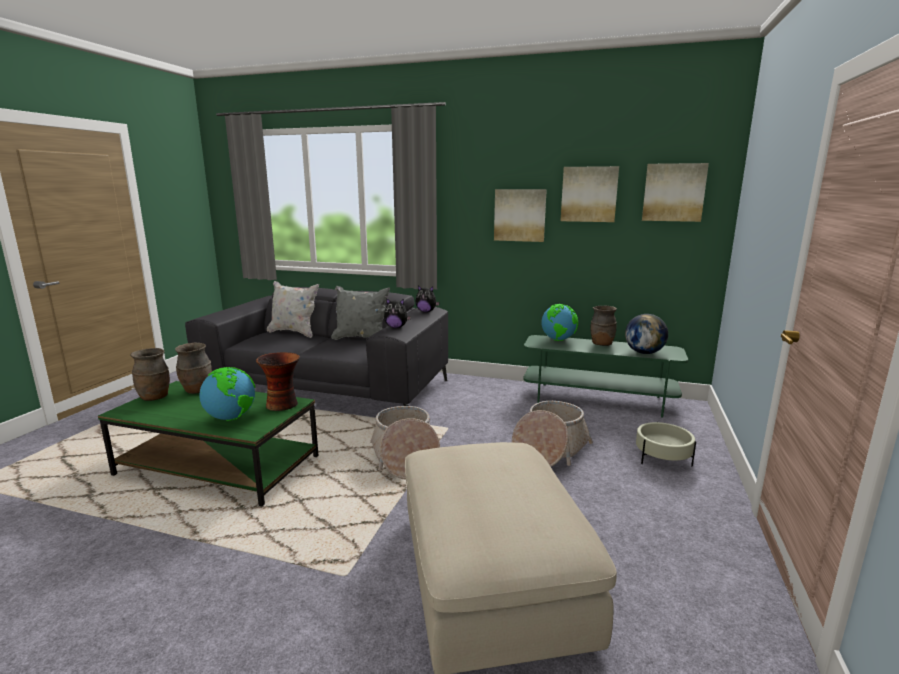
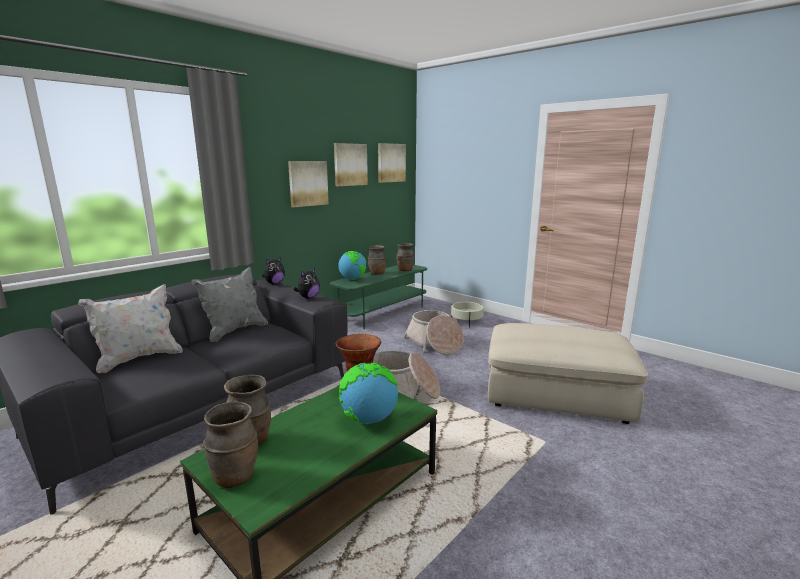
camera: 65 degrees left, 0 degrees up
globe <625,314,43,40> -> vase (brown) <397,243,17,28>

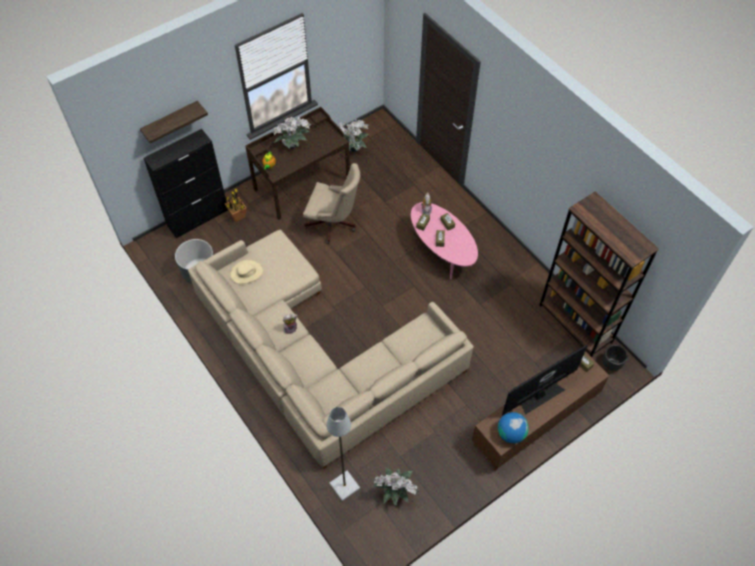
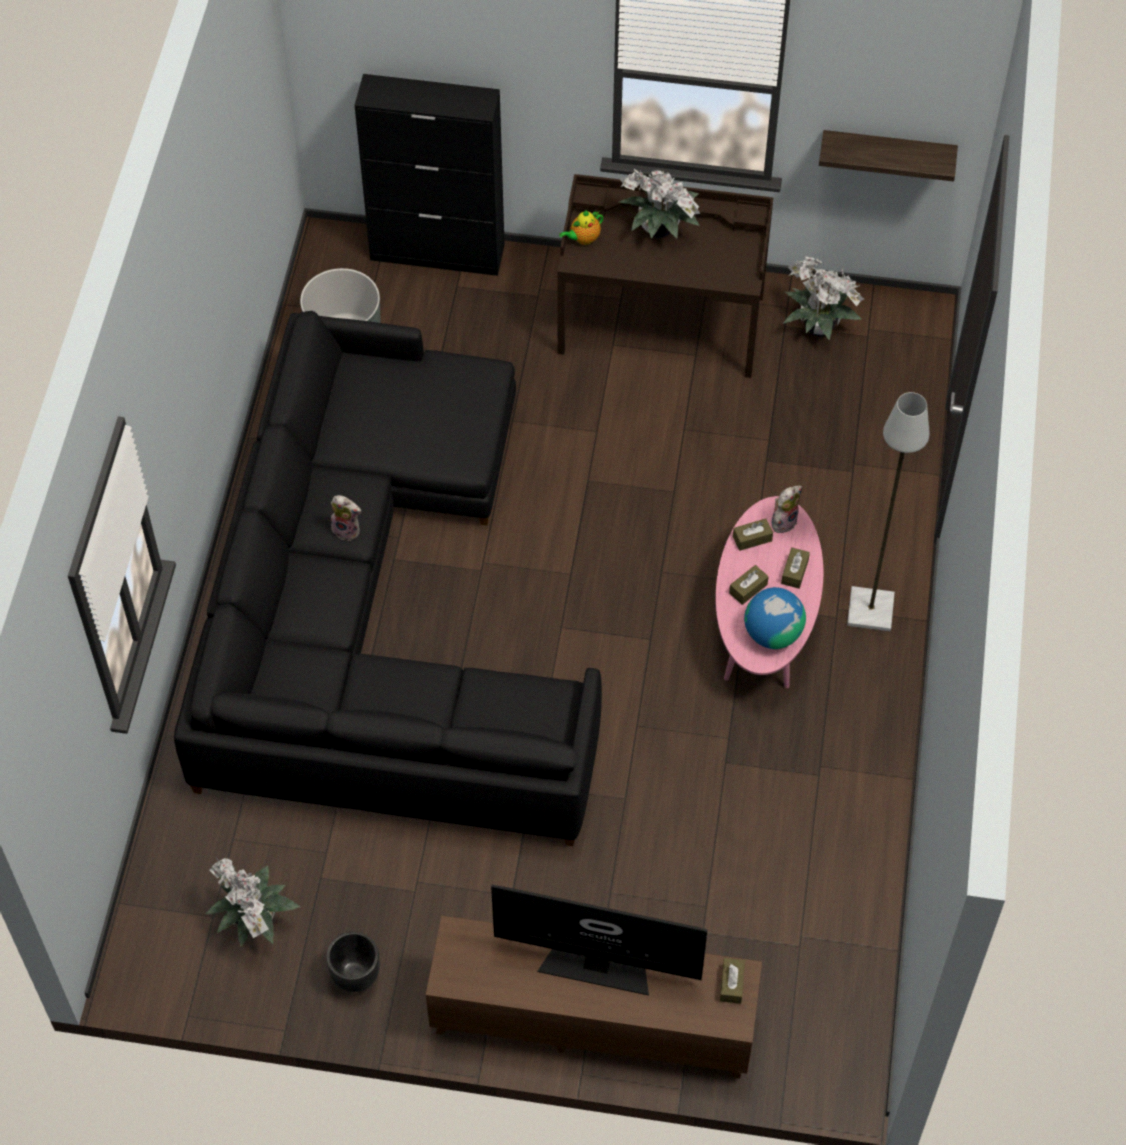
camera: 45 degrees right, 0 degrees up
potted plant <225,188,22,34> -> none
hat (beige) <230,260,33,24> -> none
office chair (beige) <303,163,57,81> -> none
bookcase (brown) <539,192,120,165> -> none
shelf <140,101,68,42> -> shelf <819,130,139,51>, shifted
floor lamp (grey) <327,407,33,94> -> floor lamp (grey) <847,392,82,239>, shifted
globe <498,412,31,31> -> globe <744,587,62,62>, shifted
planter (black) <603,345,25,26> -> planter (black) <326,932,54,60>, shifted
sofa (beige) <188,229,286,240> -> sofa (black) <174,311,428,535>

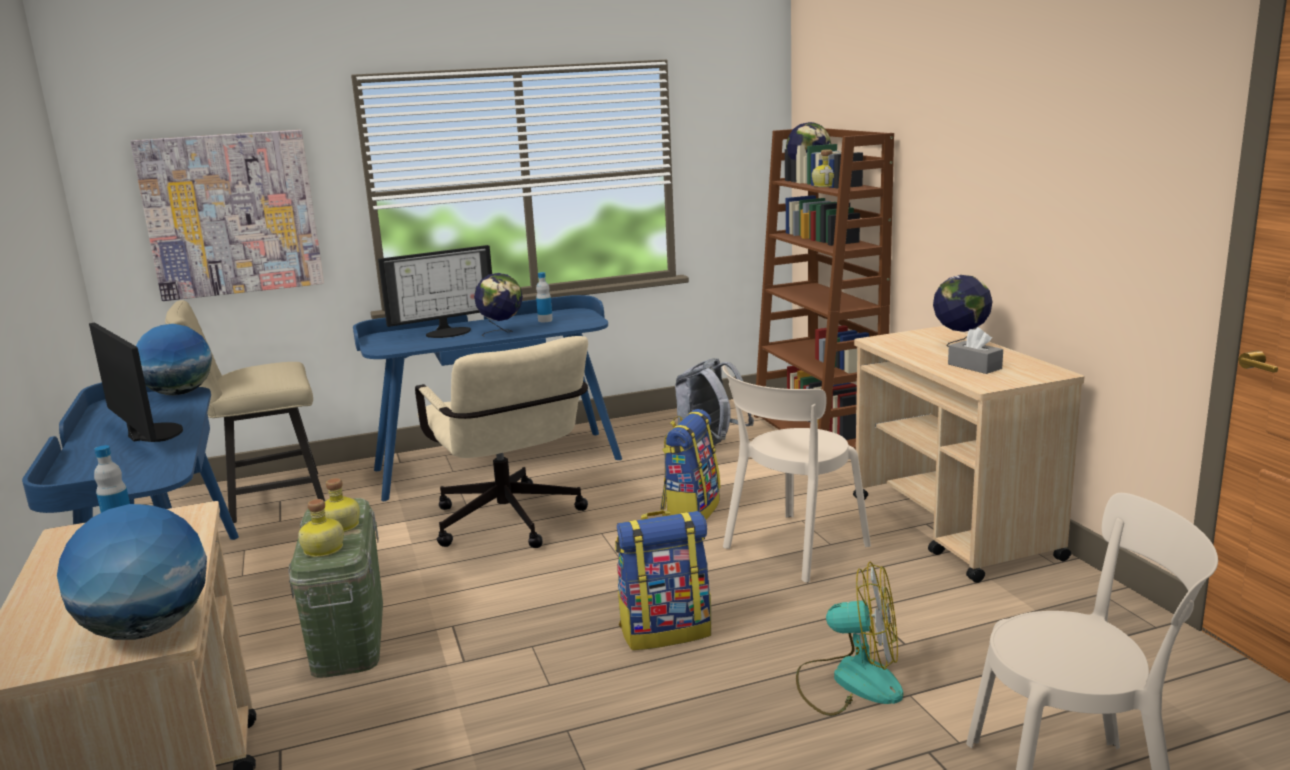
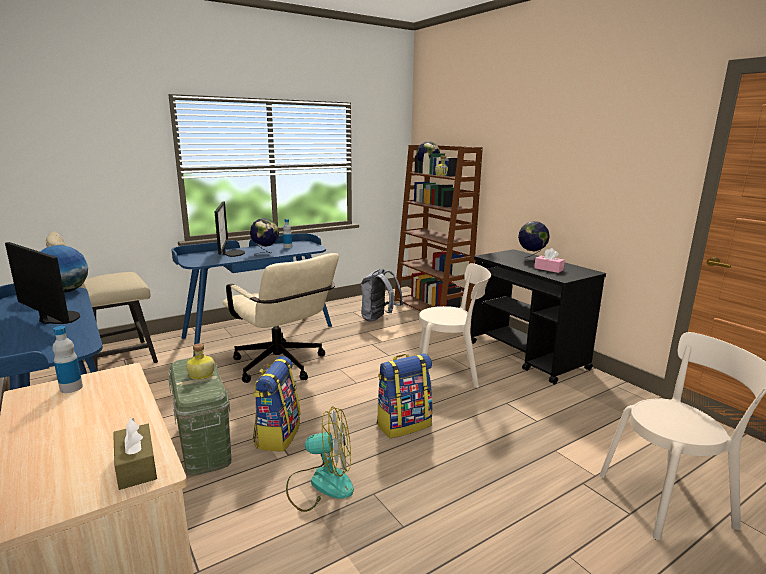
camera: 15 degrees left, 0 degrees up
picture <130,130,194,171> -> none
bottle <298,499,46,58> -> none
backpack <660,409,60,111> -> backpack <253,356,48,96>, shifted
fan <796,561,107,155> -> fan <286,407,68,105>, shifted
globe <57,504,150,136> -> tissue box (brown) <113,418,44,72>
cart (beige) <853,326,232,257> -> cart (black) <470,249,136,135>
tissue box (grey) <948,327,55,47> -> tissue box (pink) <534,248,31,25>
monitor <378,245,114,93> -> monitor <215,201,30,56>, 60 degrees counterclockwise
chair (beige) <722,366,149,217> -> chair (beige) <418,263,73,125>, 120 degrees counterclockwise

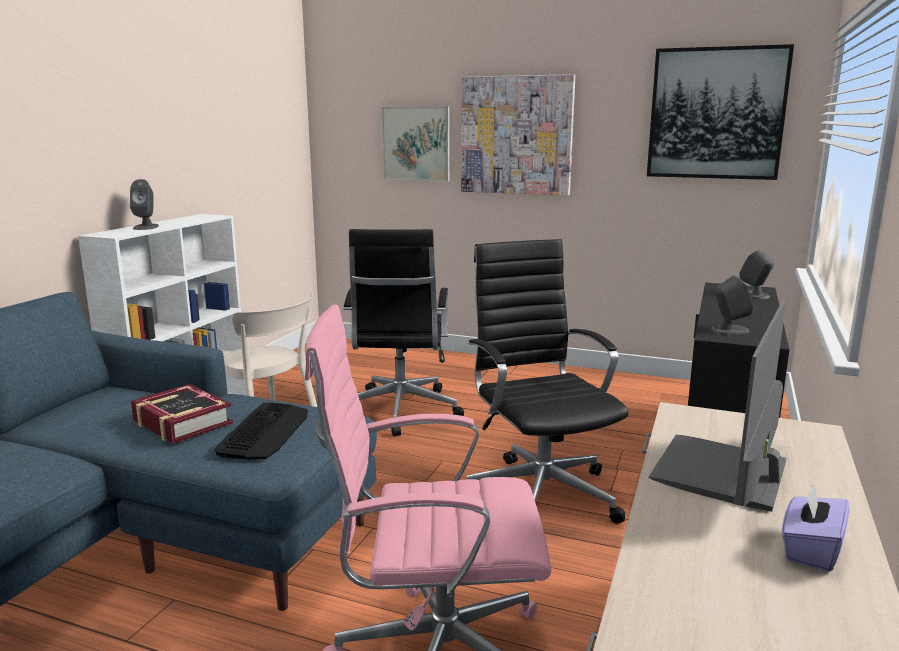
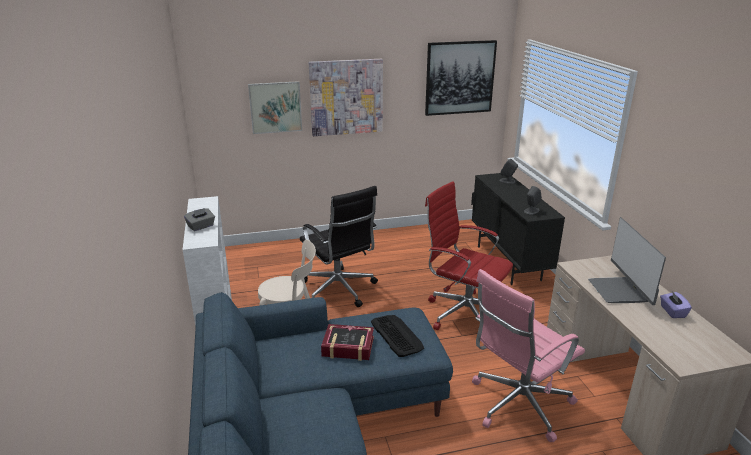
camera: 35 degrees left, 10 degrees up
speaker (grey) <130,179,29,51> -> tissue box (grey) <184,208,31,23>
office chair (black) <466,239,162,285> -> office chair (red) <425,181,88,149>

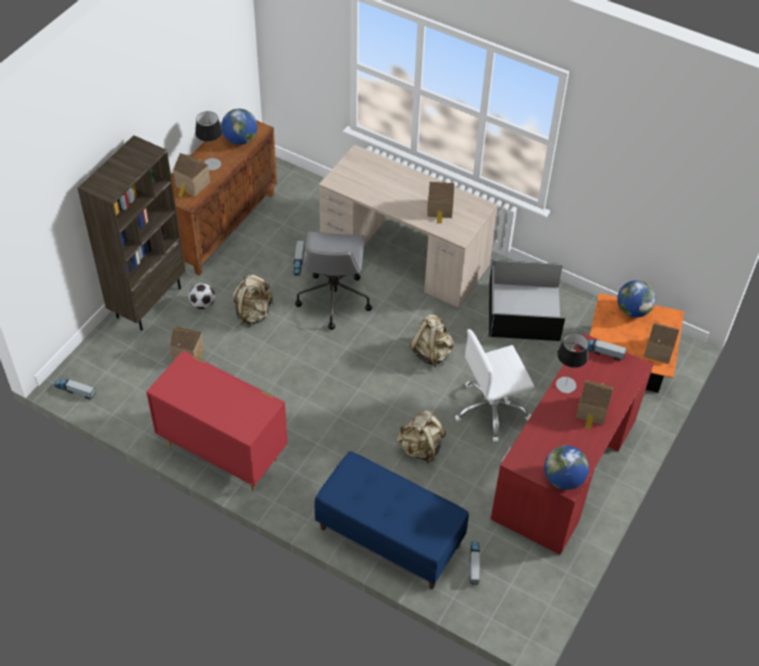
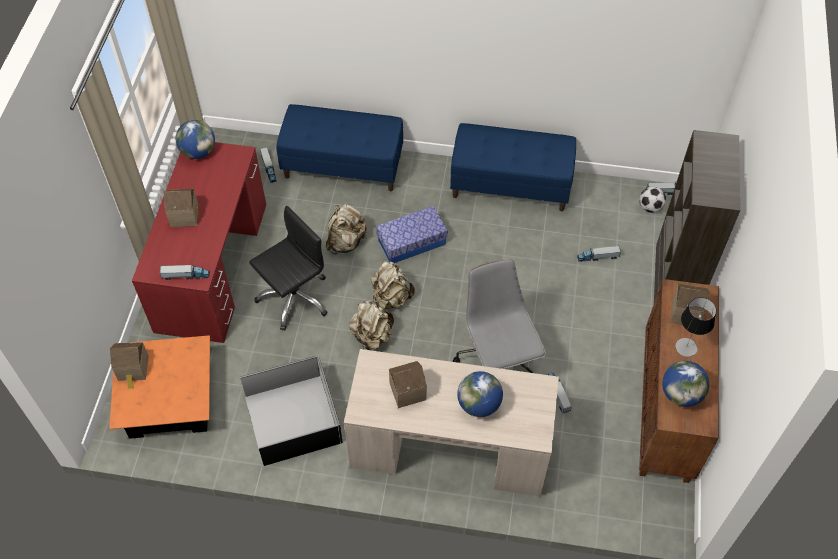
camera: 160 degrees right, 5 degrees up
table lamp <556,333,33,60> -> none
none -> storage box <376,206,72,57>
football <189,283,26,26> -> football <639,187,27,26>, shifted
backpack (beige) <232,275,41,52> -> backpack (beige) <371,261,44,48>, shifted
globe <617,280,39,38> -> globe <457,371,46,46>, shifted
dresser (red) <146,350,142,141> -> bench (blue) <450,123,126,88>
toy house <170,327,34,34> -> toy truck <577,246,44,16>
office chair (white) <455,329,80,113> -> office chair (black) <249,206,79,124>

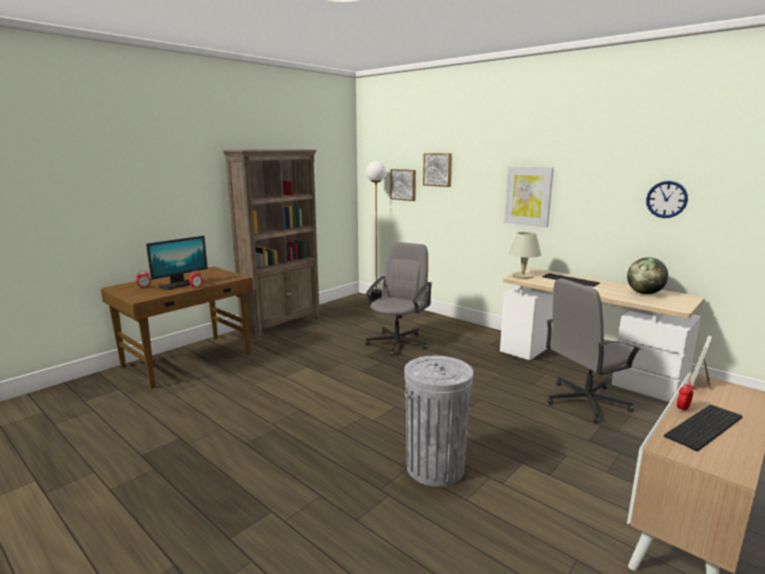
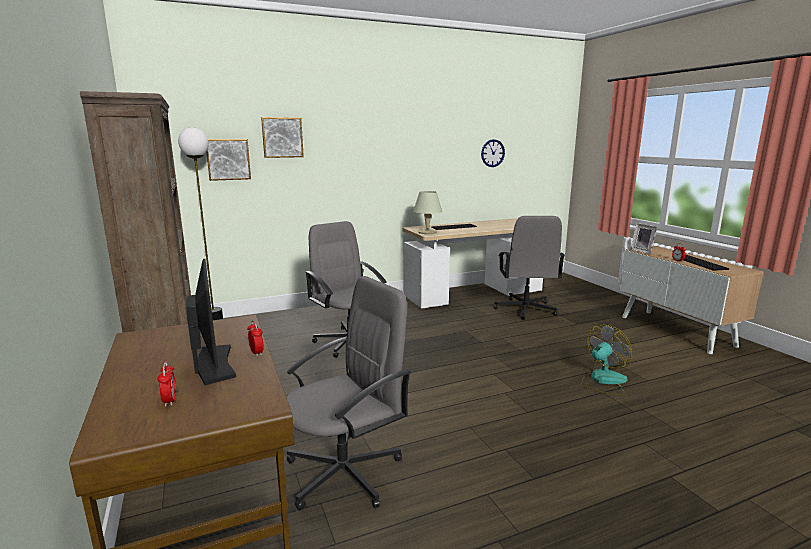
camera: 65 degrees left, 0 degrees up
picture <504,166,50,61> -> none
globe <627,257,41,37> -> none
none -> office chair (grey) <286,276,125,234>
trash can (grey) <404,356,69,131> -> fan <581,325,51,70>

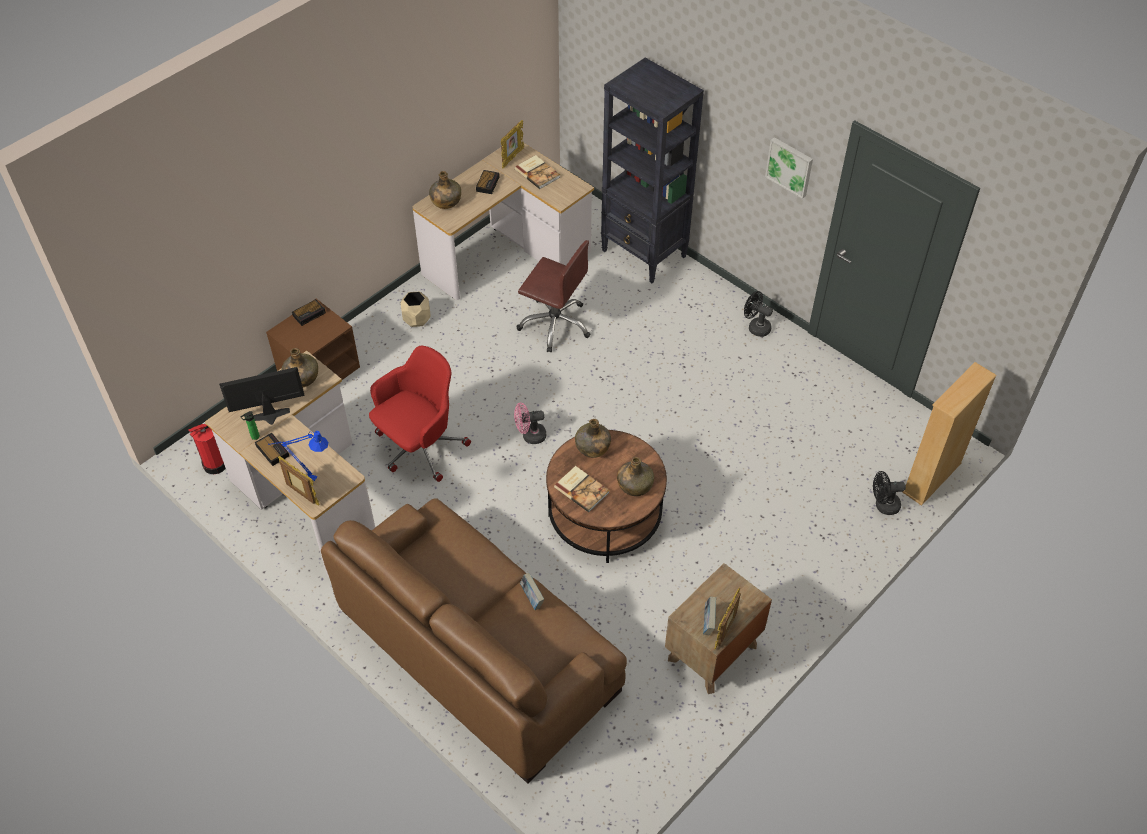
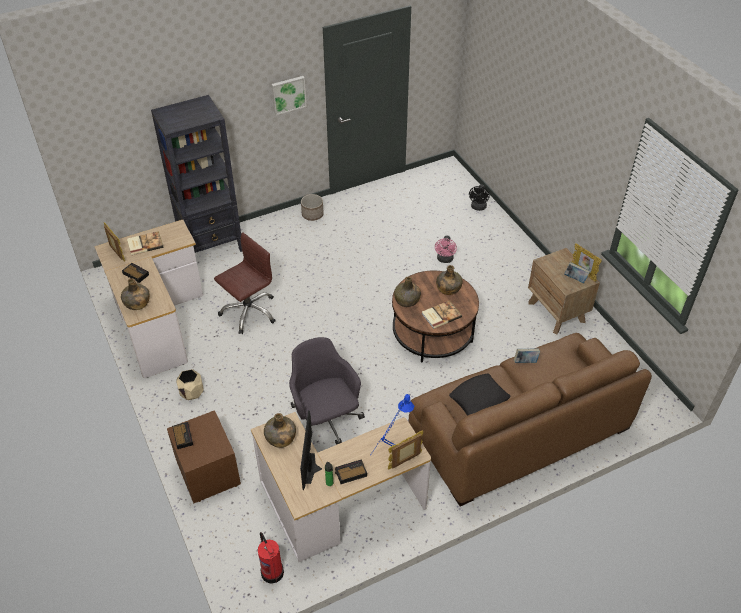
camera: 70 degrees left, 5 degrees down
bookcase (beige) <902,362,95,144> -> none
none -> pillow (black) <449,374,61,42>
fan (pink) <514,402,32,42> -> fan (pink) <435,236,22,27>, shifted
fan (black) <744,291,29,46> -> planter <301,194,23,27>
office chair (red) <369,346,102,136> -> office chair (grey) <289,337,76,108>

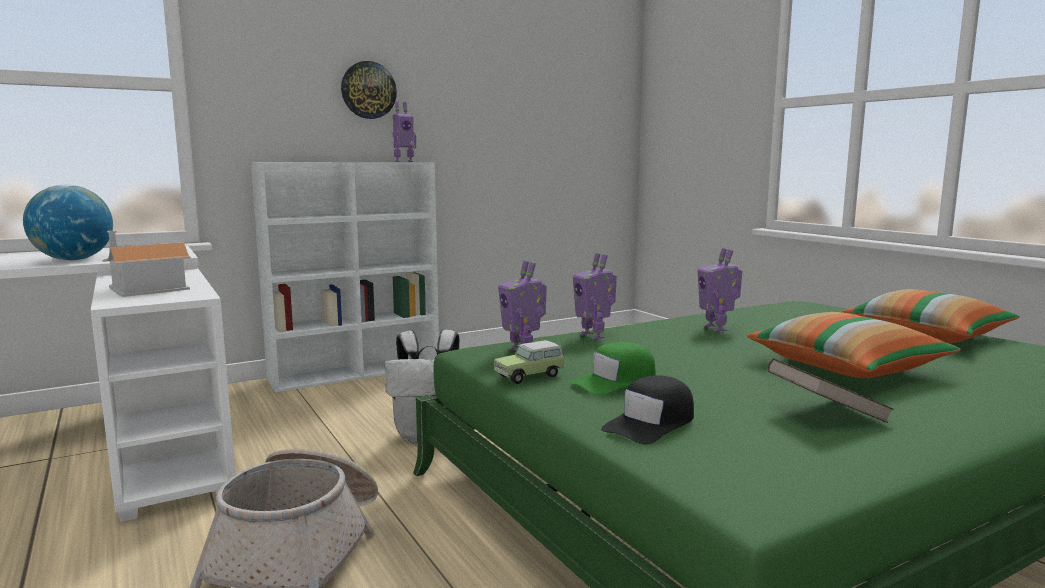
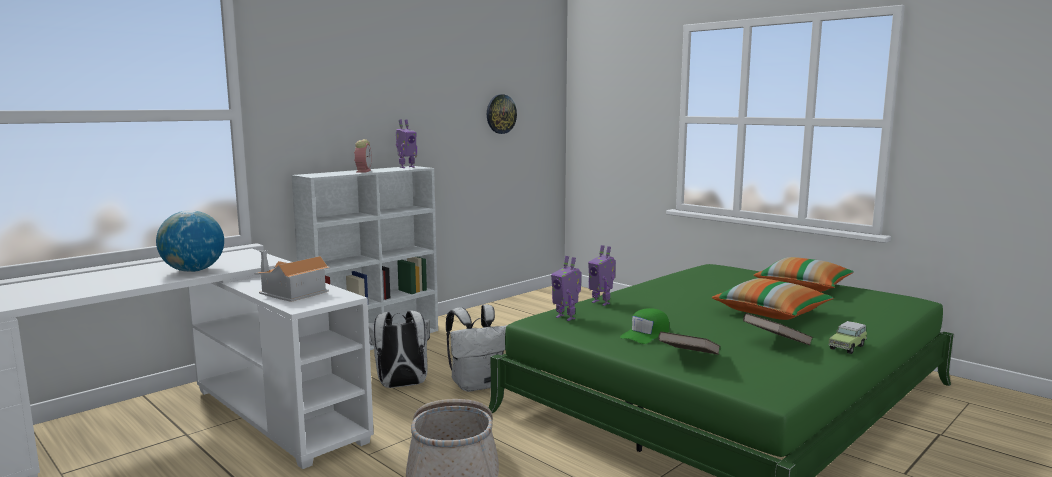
camera: 15 degrees left, 0 degrees up
toy robot <698,248,44,84> -> none
none -> alarm clock <354,139,18,33>
none -> backpack (white) <369,311,61,77>
wall clock <341,61,56,58> -> wall clock <487,94,30,40>, shifted
toy car <494,340,71,44> -> toy car <829,321,38,33>, shifted
cap (black) <601,375,93,69> -> book (brown) <658,332,62,23>

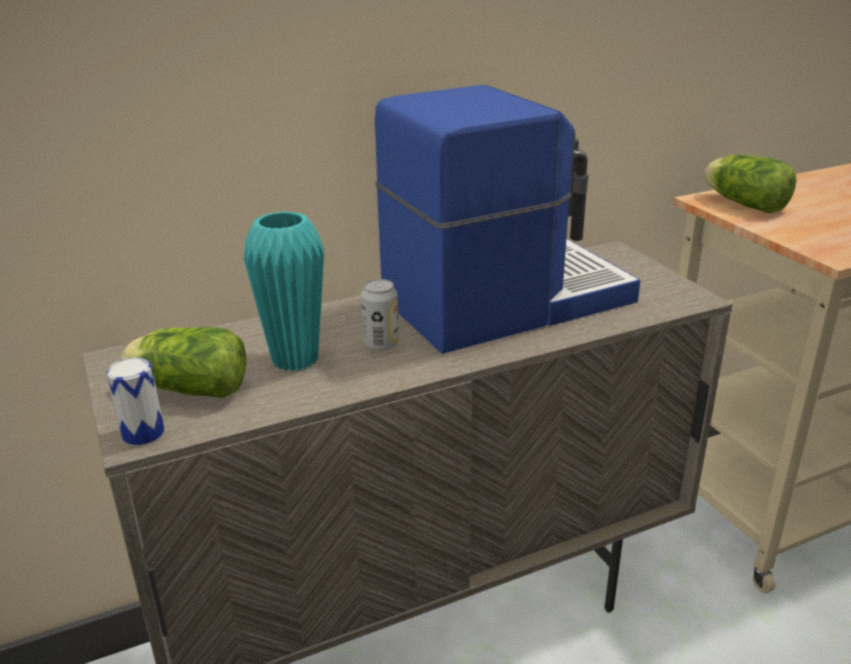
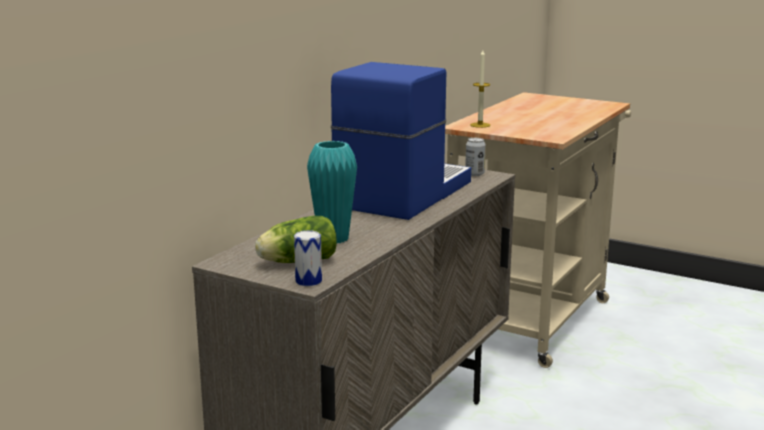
camera: 35 degrees left, 10 degrees down
can <361,279,38,72> -> can <465,138,21,38>, shifted
lettuce <704,155,93,58> -> candle <470,50,20,78>

